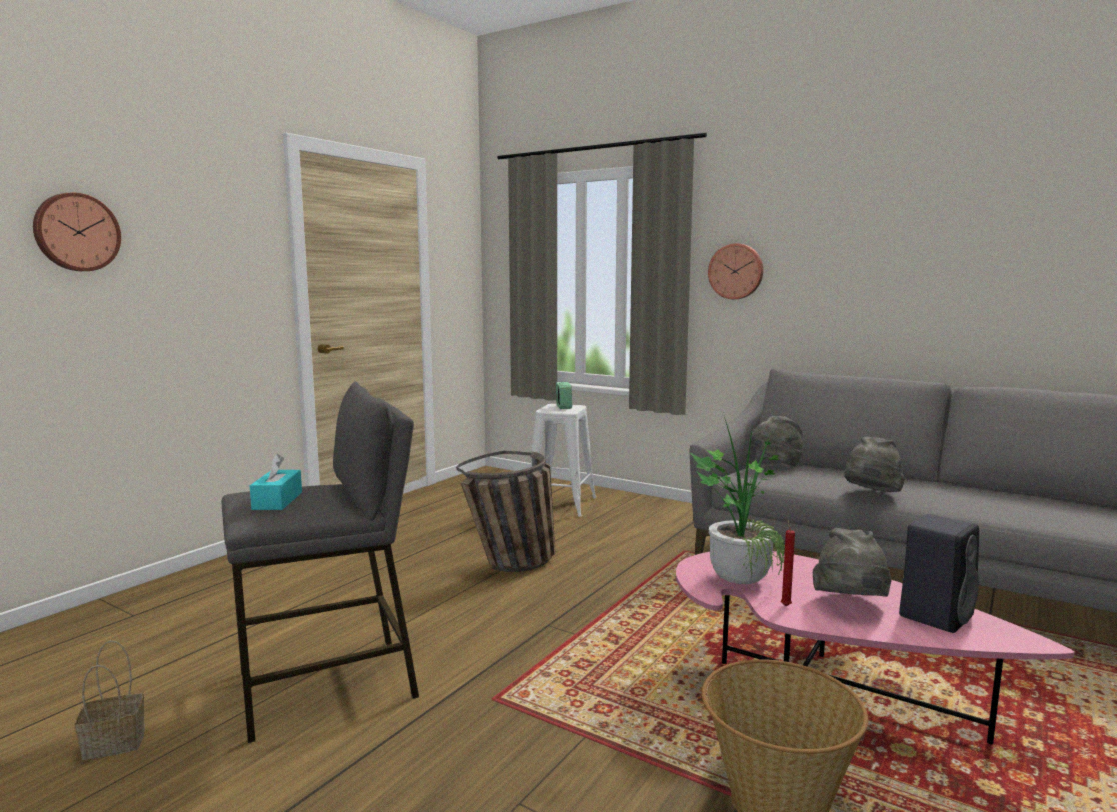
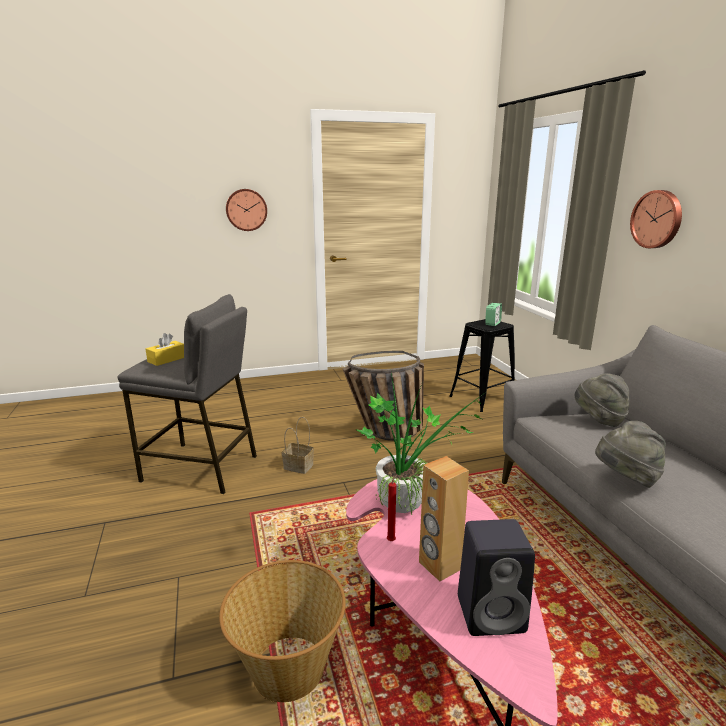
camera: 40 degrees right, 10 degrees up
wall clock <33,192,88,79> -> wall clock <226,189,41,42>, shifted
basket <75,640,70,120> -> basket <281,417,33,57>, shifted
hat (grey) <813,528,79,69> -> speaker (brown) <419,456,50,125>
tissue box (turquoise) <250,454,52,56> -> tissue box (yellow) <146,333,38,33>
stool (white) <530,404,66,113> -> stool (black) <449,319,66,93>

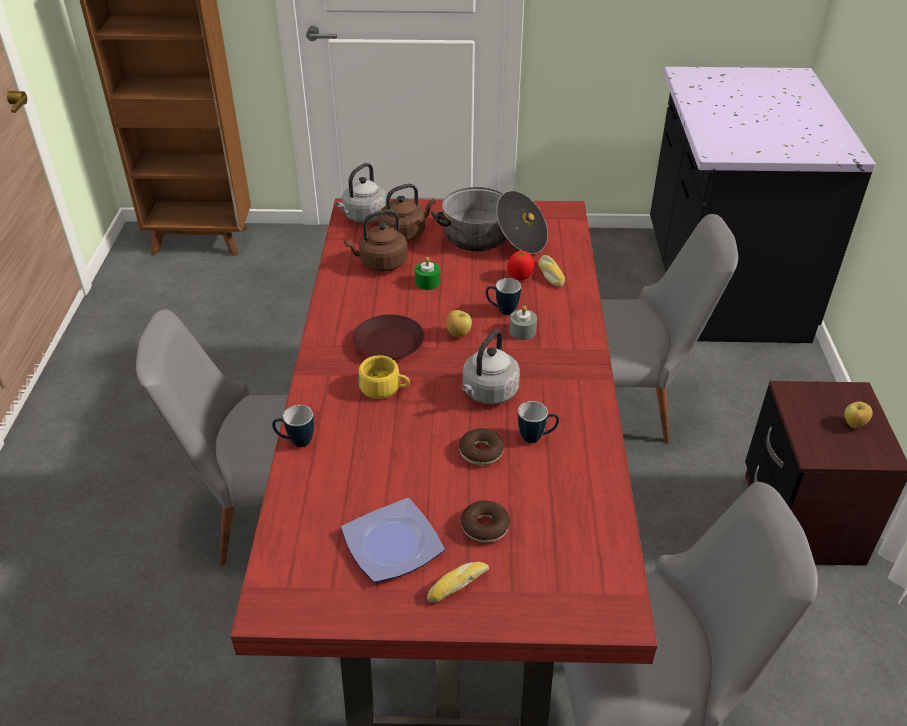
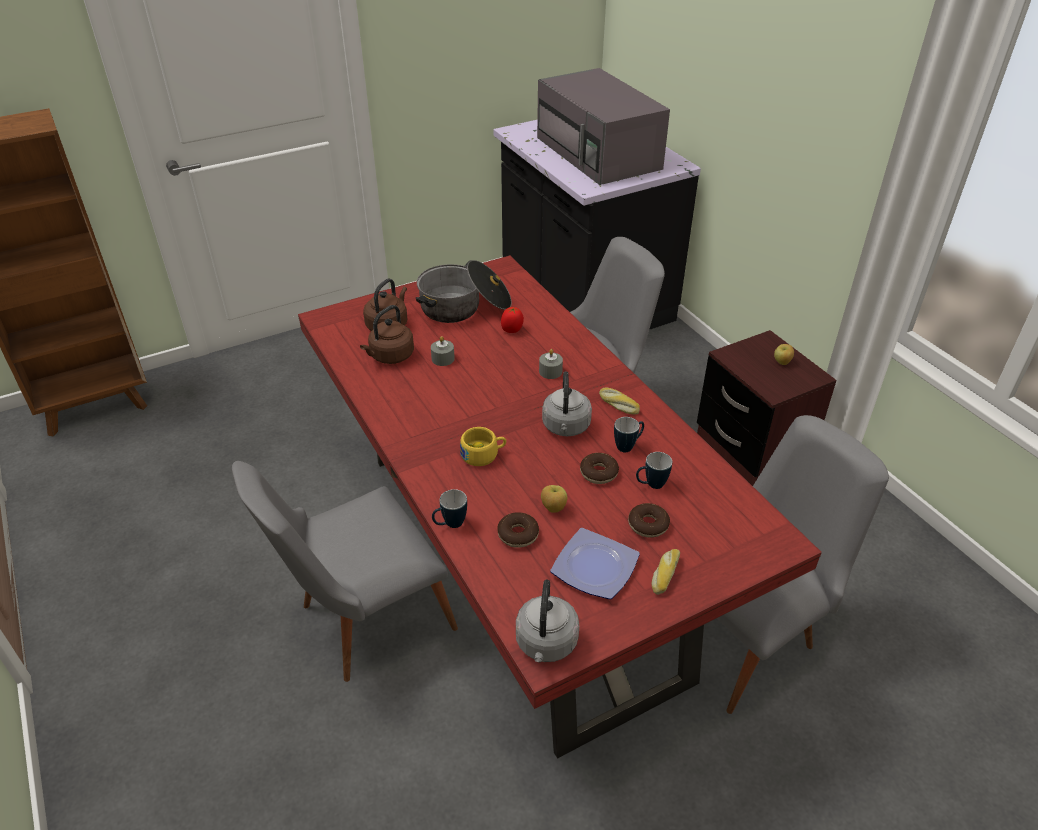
camera: 30 degrees left, 0 degrees up
plate (brown) <353,314,71,46> -> none
none -> donut <497,512,42,36>
none -> microwave (grey) <537,68,133,117>
kettle (grey) <336,163,50,60> -> kettle (grey) <516,580,63,82>, shifted
apple <446,310,26,27> -> apple <541,485,26,28>, shifted
mug <486,278,35,37> -> mug <636,452,36,37>, shifted
bread <538,255,27,32> -> bread <599,388,41,27>, shifted
candle (green) <415,257,25,33> -> candle (grey) <431,336,24,30>

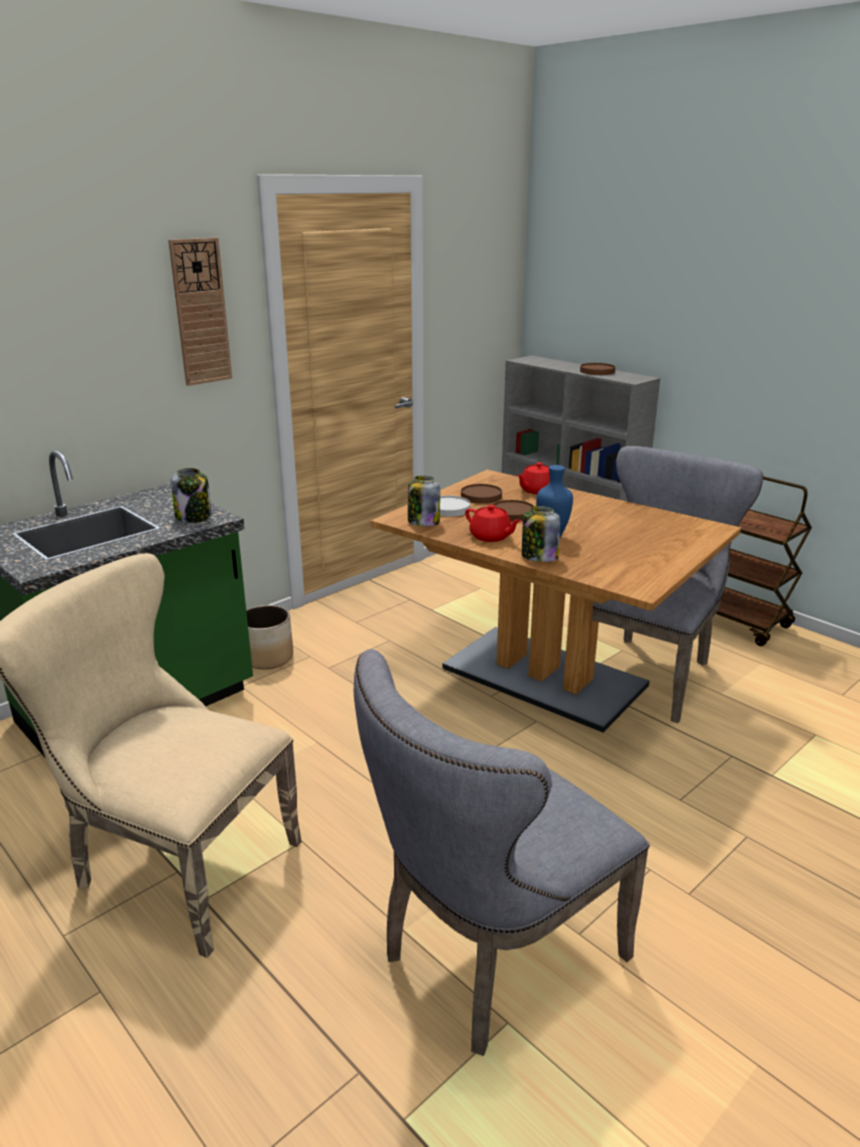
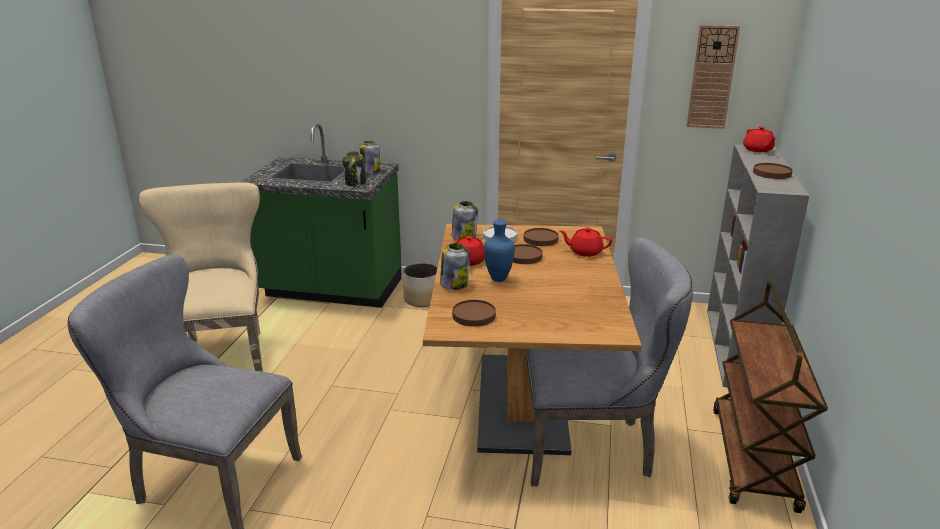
camera: 55 degrees right, 0 degrees up
none -> jar <360,141,20,32>
none -> plate (brown) <452,300,44,27>
none -> teapot (red) <743,127,33,25>
wall clock <168,238,64,148> -> wall clock <687,25,53,104>, shifted

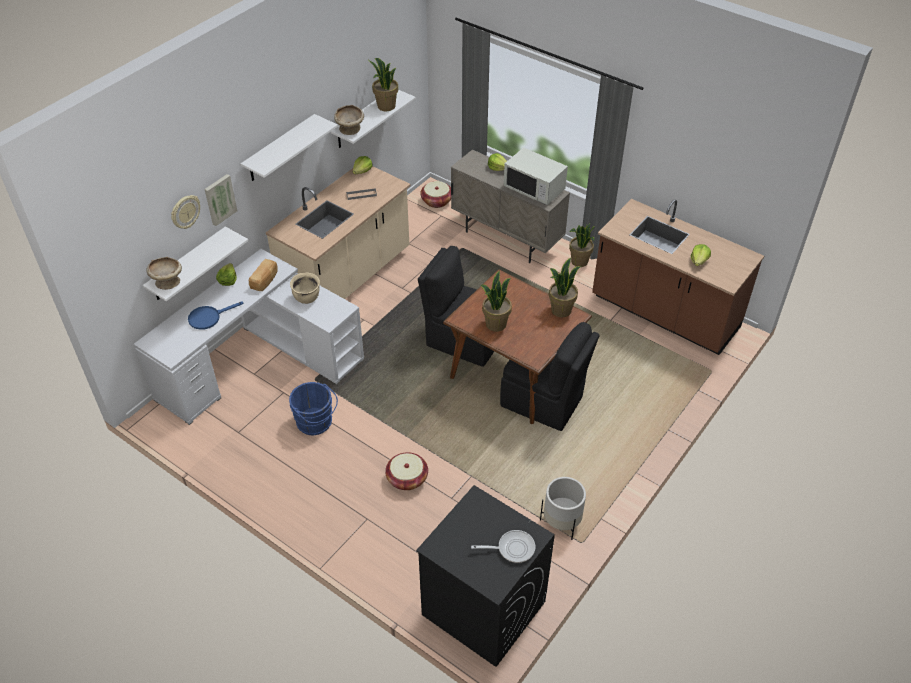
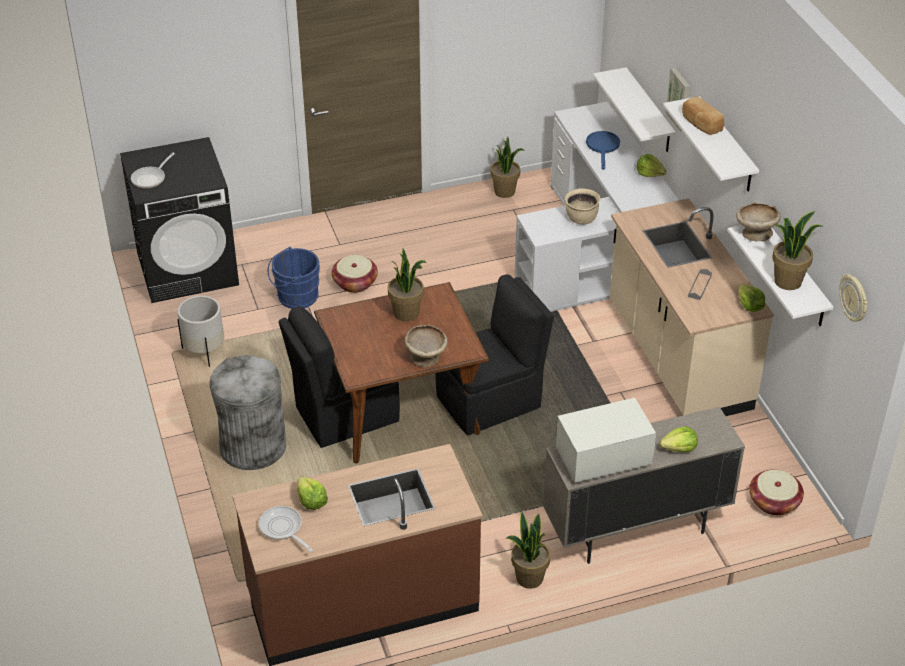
camera: 125 degrees right, 5 degrees down
none -> trash can (grey) <210,355,76,115>
none -> frying pan <259,506,54,46>
bowl (beige) <146,257,36,33> -> bowl (beige) <405,325,43,42>, shifted
wall clock <171,195,29,34> -> wall clock <839,274,29,48>, shifted
bread <249,259,29,32> -> bread <682,96,42,39>, shifted
bucket (blue) <289,382,49,53> -> bucket (blue) <268,247,52,62>, shifted
potted plant <549,258,31,60> -> potted plant <490,137,35,61>, shifted

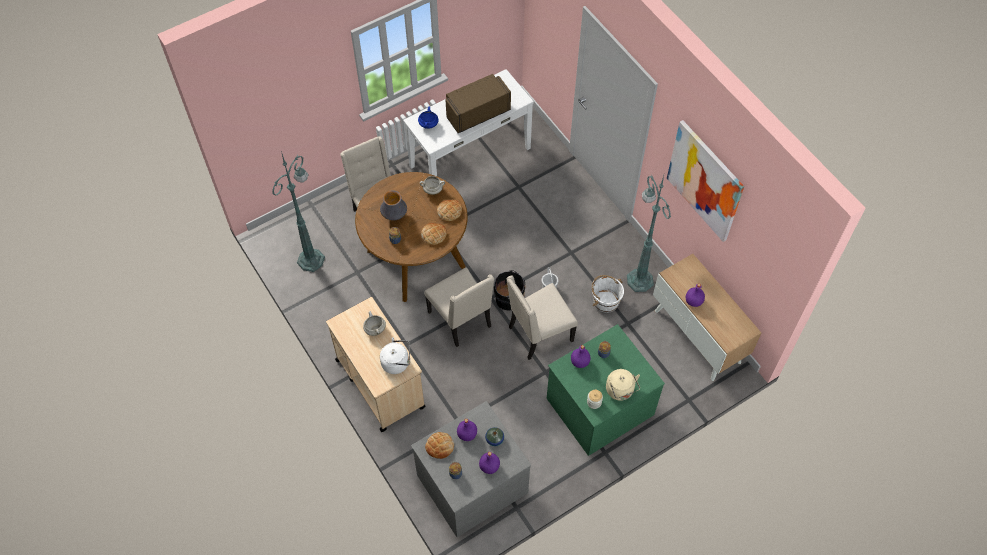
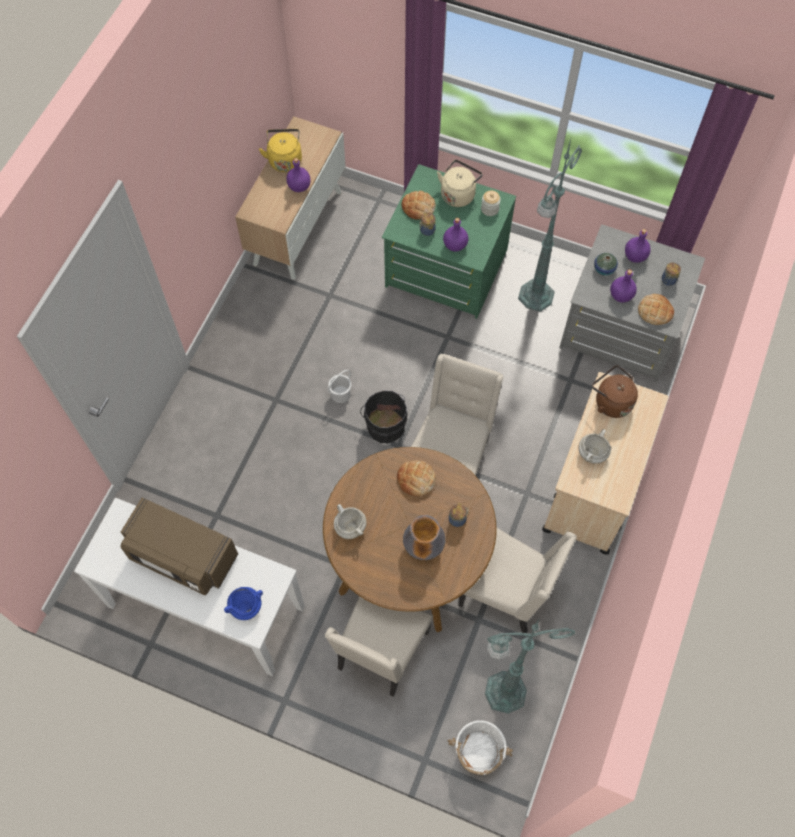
camera: 125 degrees left, 5 degrees up
picture <667,120,77,122> -> none
none -> kettle (yellow) <259,129,43,43>
bread <437,200,25,21> -> bread <402,191,34,29>, shifted
chair (beige) <506,275,72,85> -> chair (beige) <458,528,119,105>, shifted
bucket (white) <592,275,32,38> -> bucket (white) <448,720,65,55>, shifted
floor lamp (green) <627,175,44,117> -> floor lamp (green) <518,139,64,173>, shifted
kettle (white) <380,337,30,37> -> kettle (brown) <592,365,46,53>

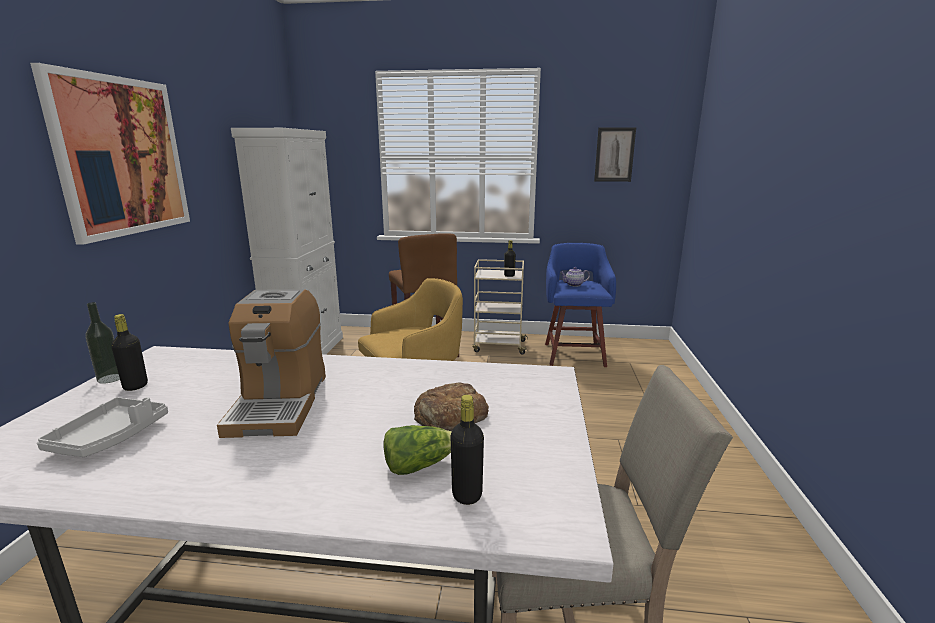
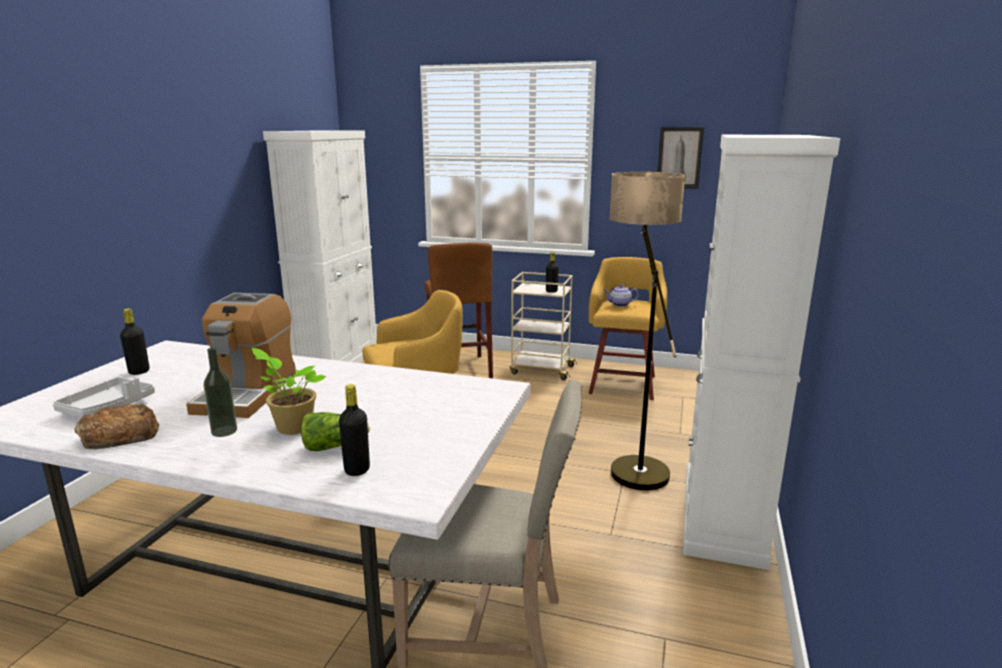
camera: 10 degrees right, 0 degrees up
picture <30,63,160,182> -> none
none -> potted plant <252,348,74,87>
none -> floor lamp <609,172,76,319>
none -> cabinet (white) <683,135,157,435>
bottle <85,302,35,82> -> bottle <203,347,34,90>, shifted
bread <414,382,75,49> -> bread <75,404,85,45>, shifted
stool (blue) <545,243,71,124> -> stool (yellow) <589,257,78,143>

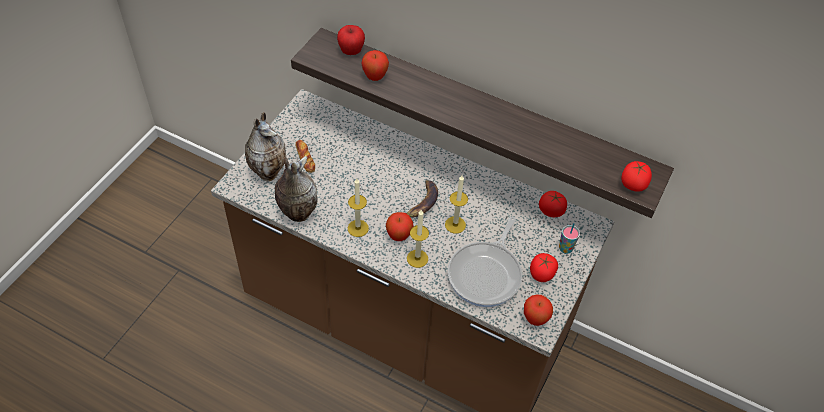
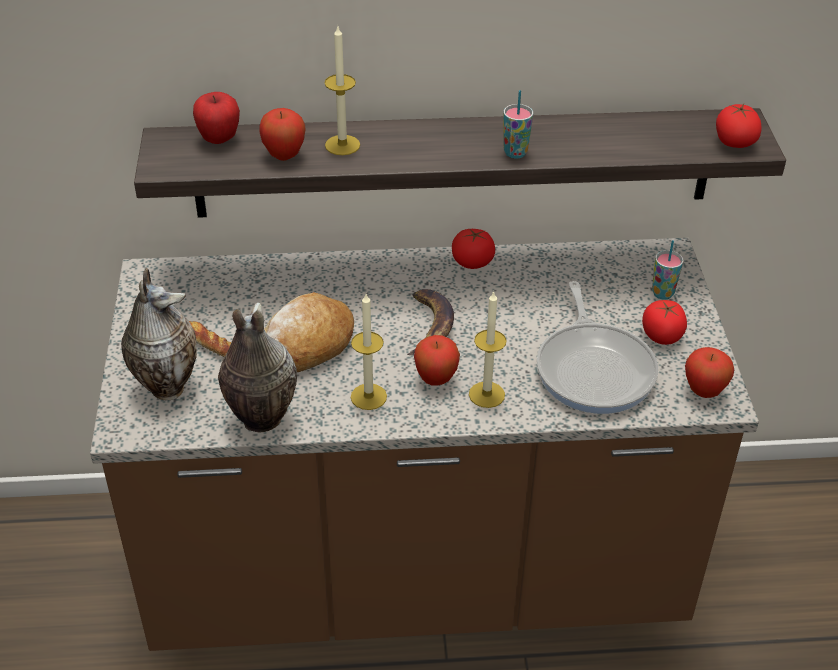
camera: 30 degrees left, 10 degrees down
none -> bread <264,292,90,80>
none -> cup <503,90,30,68>
candle <445,175,23,59> -> candle <324,27,36,128>, shifted
tomato <539,191,28,26> -> tomato <452,229,43,40>, shifted

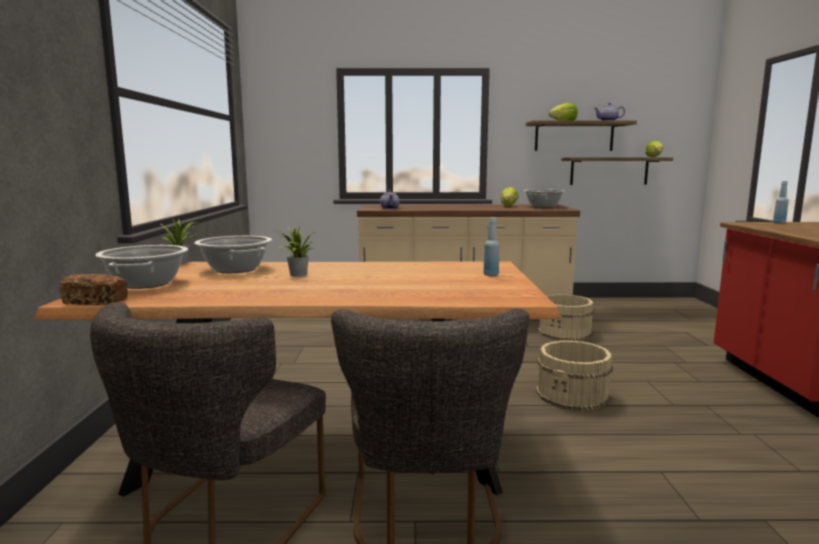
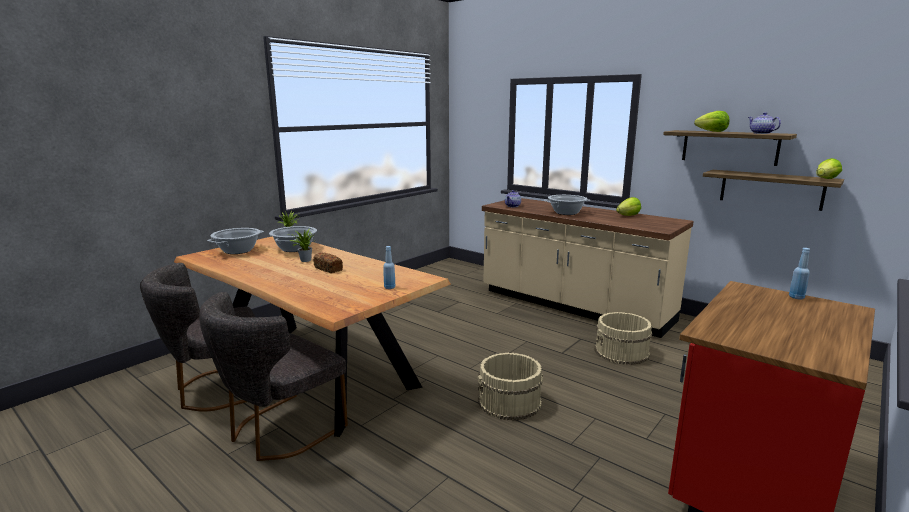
camera: 40 degrees right, 5 degrees up
bread <59,274,69,31> -> bread <313,252,30,21>, shifted
cooking pot <523,189,42,19> -> cooking pot <544,195,46,20>, shifted

